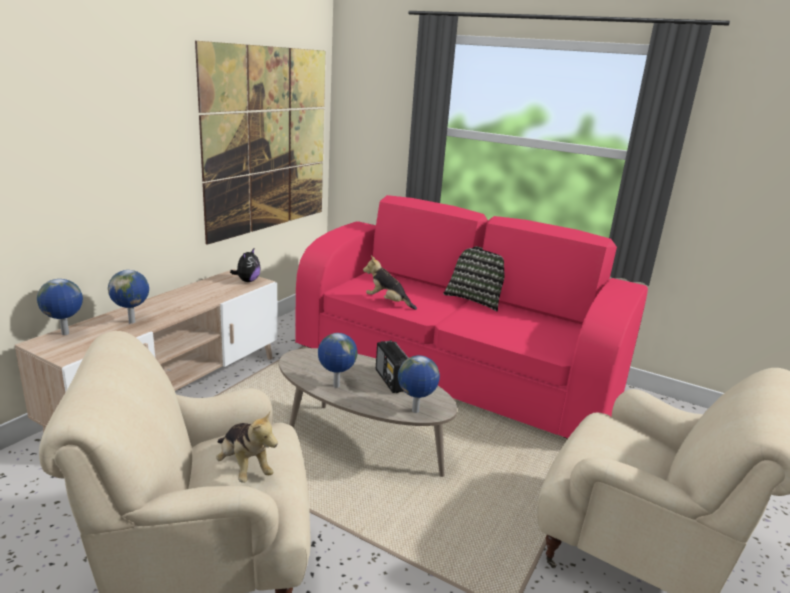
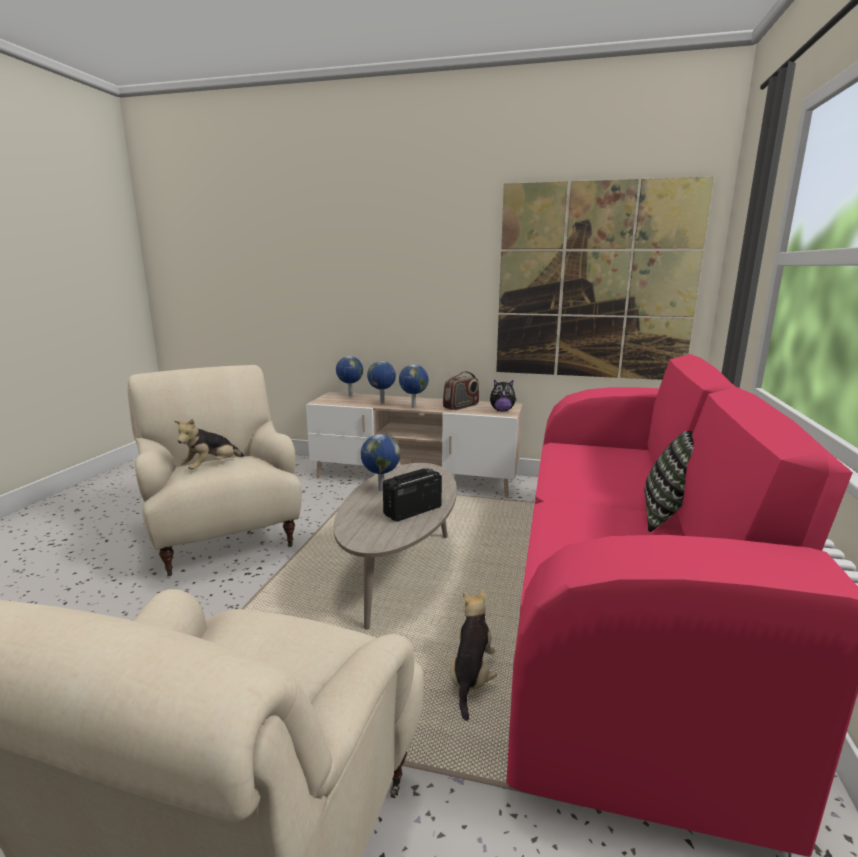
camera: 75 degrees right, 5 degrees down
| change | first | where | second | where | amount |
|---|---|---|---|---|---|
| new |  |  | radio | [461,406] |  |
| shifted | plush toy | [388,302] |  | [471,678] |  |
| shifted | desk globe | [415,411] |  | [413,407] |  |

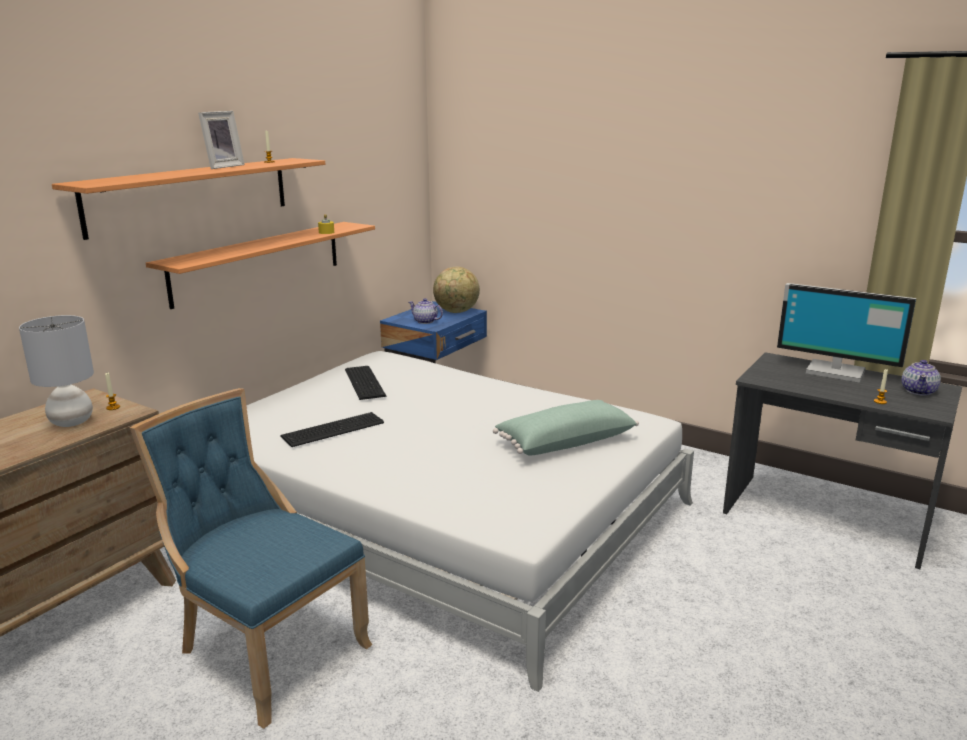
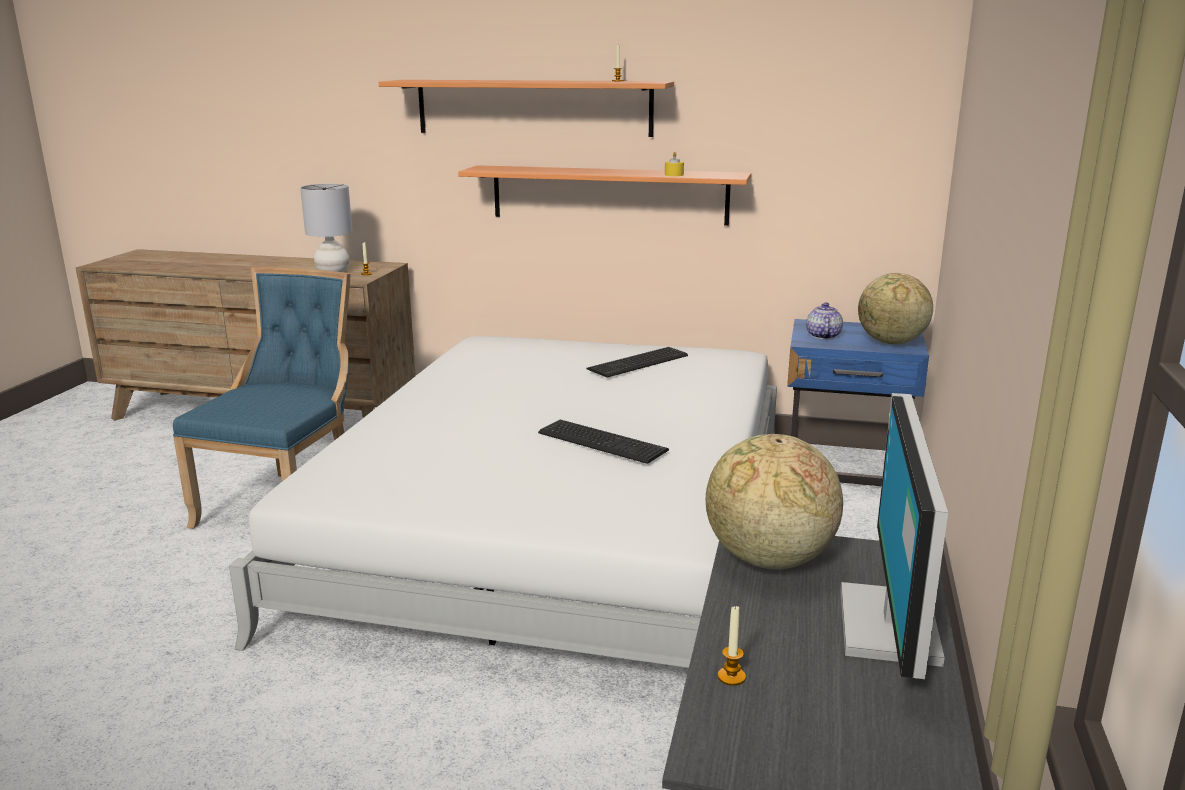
camera: 70 degrees right, 0 degrees up
| change | first | where | second | where | amount |
|---|---|---|---|---|---|
| gone | picture frame | [222,167] |  |  |  |
| gone | green pillow | [564,442] |  |  |  |
| gone | tea pot | [918,391] |  |  |  |
| new |  |  | desk globe | [768,560] |  |
| shifted | keyboard | [331,429] |  | [602,440] |  |

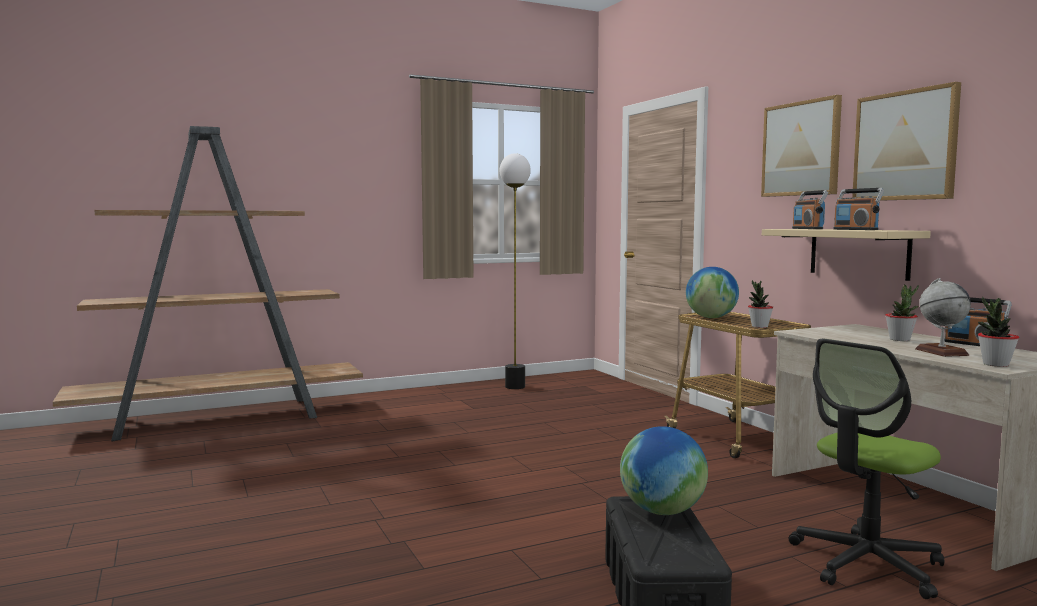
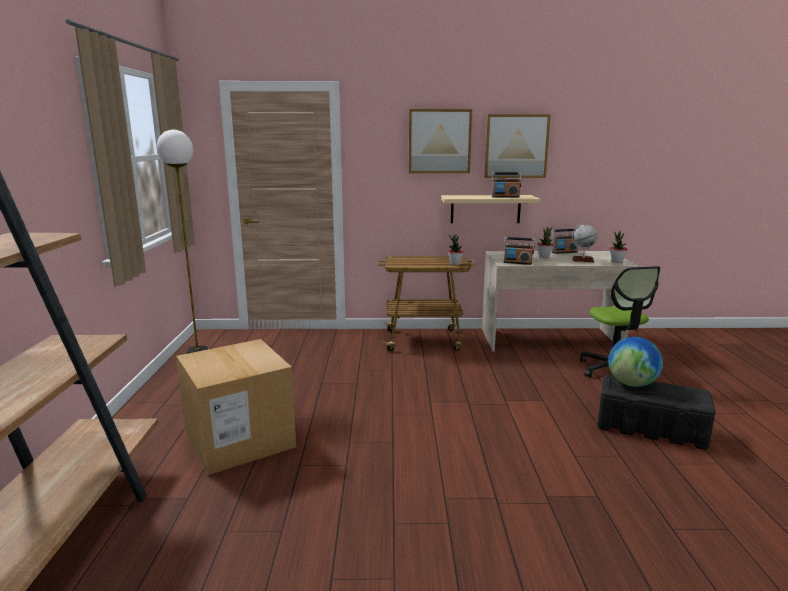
camera: 65 degrees left, 10 degrees up
| change | first | where | second | where | amount |
|---|---|---|---|---|---|
| gone | desk globe | [711,317] |  |  |  |
| new |  |  | carton | [239,439] |  |
| shifted | radio | [808,229] |  | [517,263] |  |

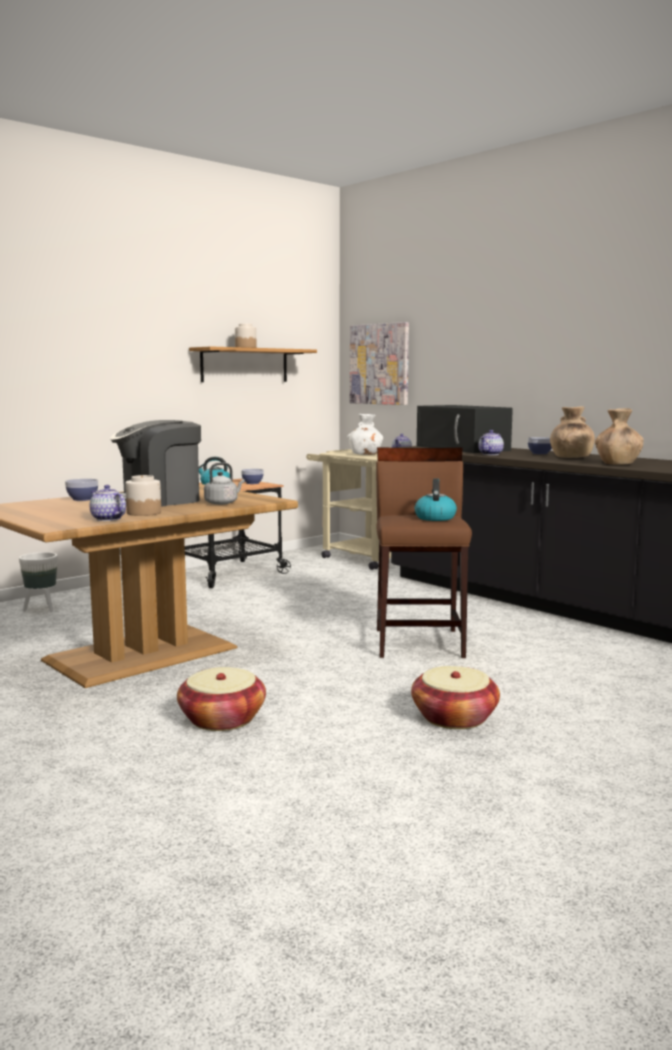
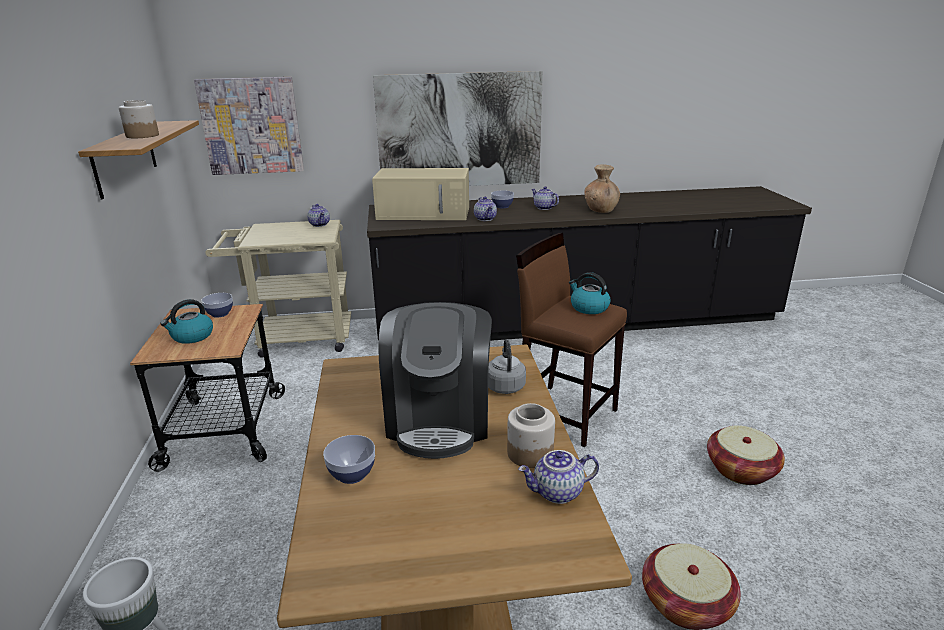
camera: 55 degrees left, 15 degrees up
| change | first | where | second | where | amount |
|---|---|---|---|---|---|
| gone | whitish decorative vase | [365,454] |  |  |  |
| new |  |  | picture | [459,131] |  |
| swapped | brownish decorative vase | [571,457] | tea pot | [543,208] |  |
| repainted | black-coloured microwave | [463,448] | beige-coloured microwave | [425,213] |  |

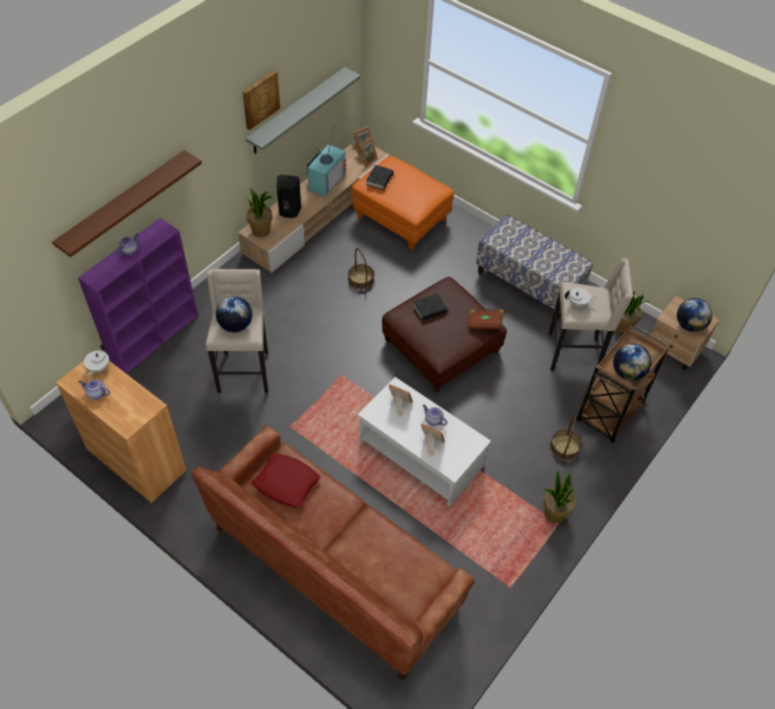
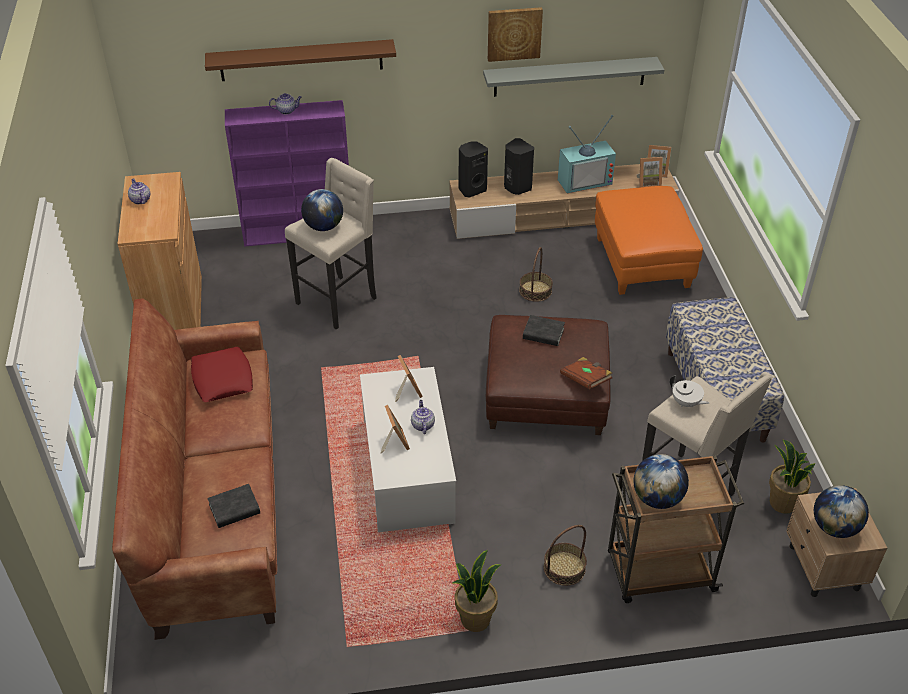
camera: 45 degrees right, 10 degrees down
| change | first | where | second | where | amount |
|---|---|---|---|---|---|
| gone | whitish tea pot | [98,368] |  |  |  |
| shifted | black-coloured volume | [379,179] |  | [234,509] |  |
| swapped | plant in a pot | [261,230] | black-coloured audio speaker | [471,189] |  |

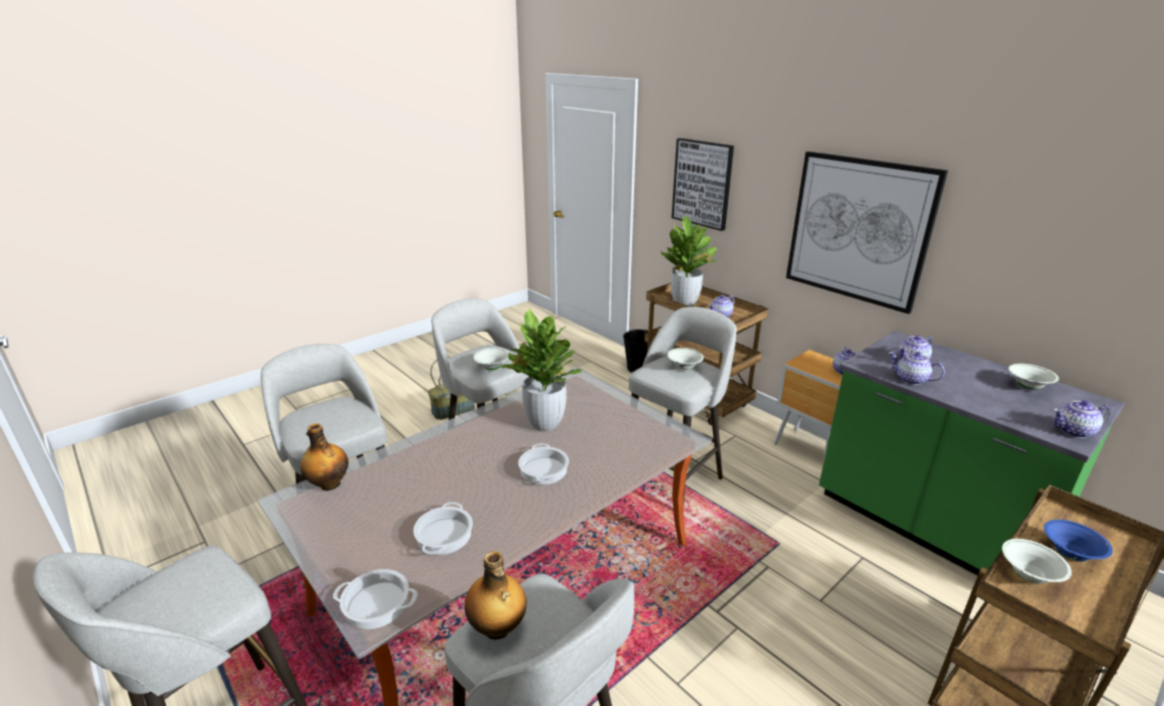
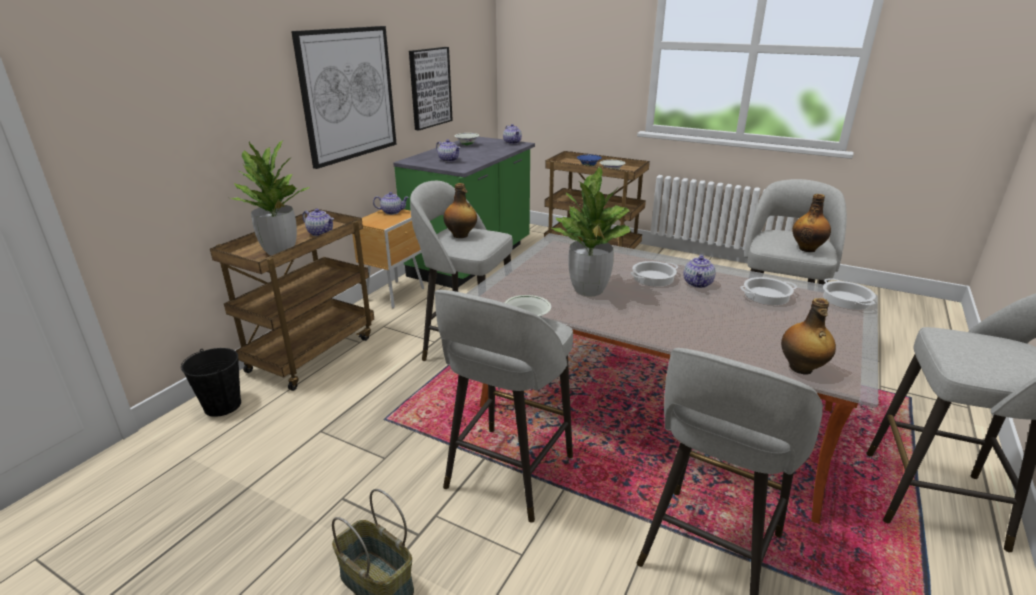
camera: 110 degrees left, 0 degrees up
| change | first | where | second | where | amount |
|---|---|---|---|---|---|
| shifted | picture | [702,183] |  | [430,87] |  |
| shifted | tea pot | [910,380] |  | [698,283] |  |
| swapped | whitish deep dish | [684,368] | drink bottle | [461,235] |  |

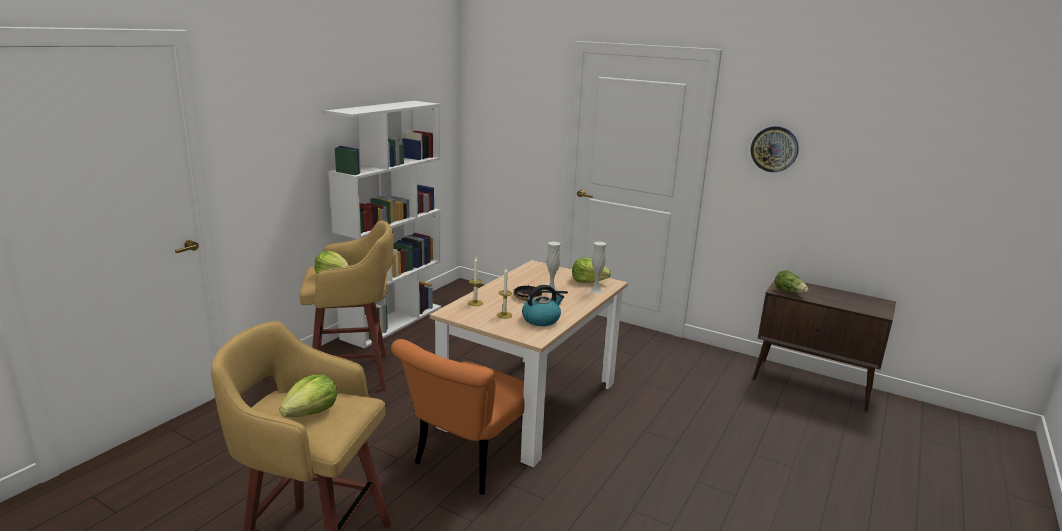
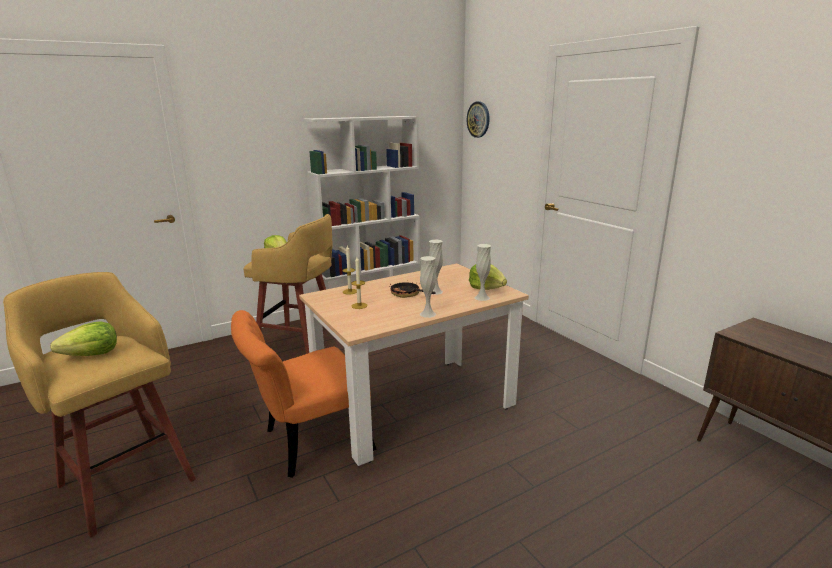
camera: 30 degrees right, 0 degrees up
| change | first | where | second | where | amount |
|---|---|---|---|---|---|
| gone | tea kettle | [541,319] |  |  |  |
| gone | lettuce | [789,292] |  |  |  |
| new |  |  | whitish decorative vase | [428,314] |  |
| shifted | clock on the wall | [774,149] |  | [478,119] |  |

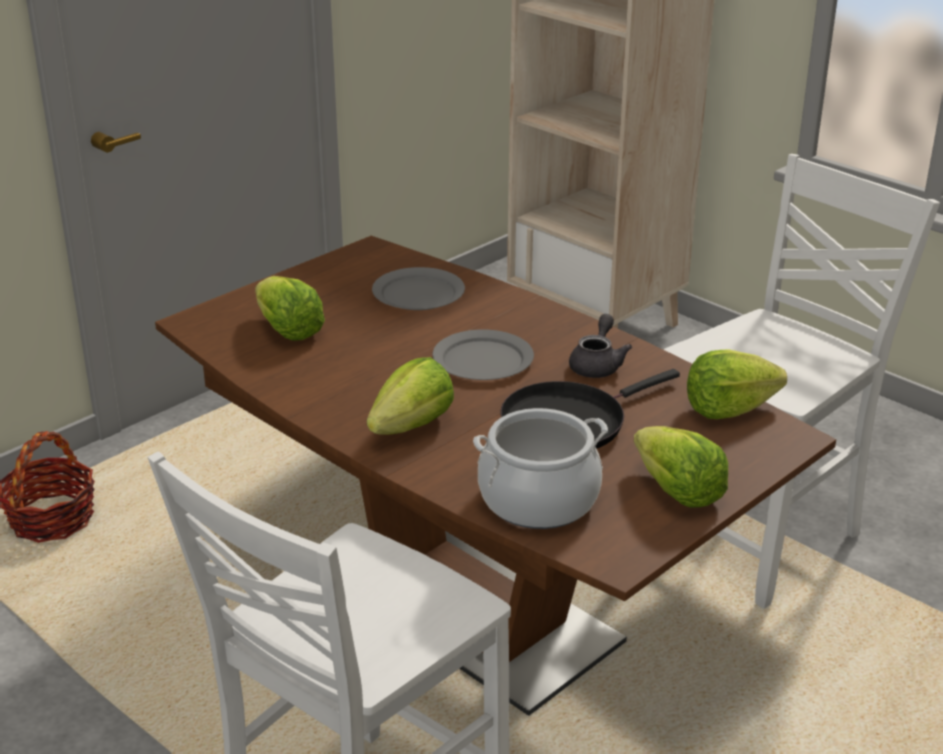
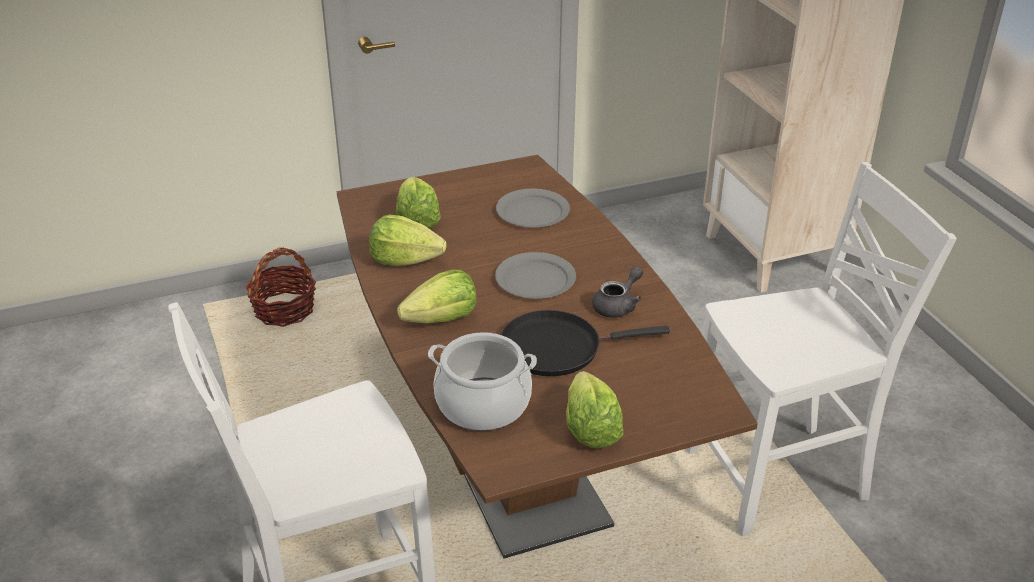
camera: 25 degrees right, 5 degrees up
| change | first | where | second | where | amount |
|---|---|---|---|---|---|
| shifted | lettuce | [728,409] |  | [404,260] |  |

